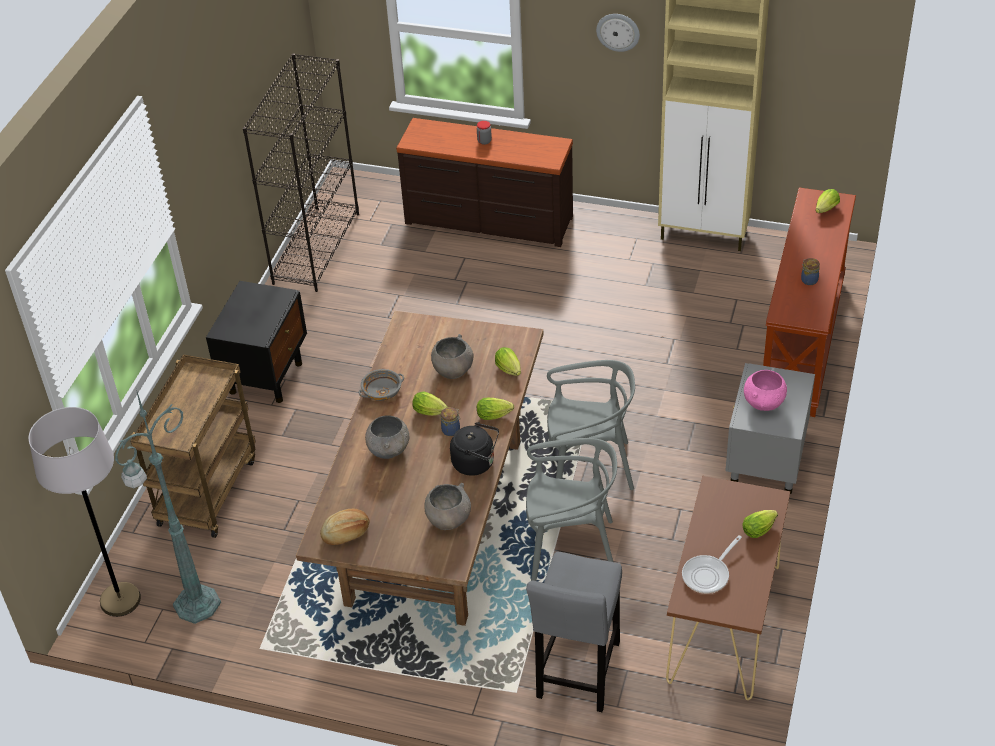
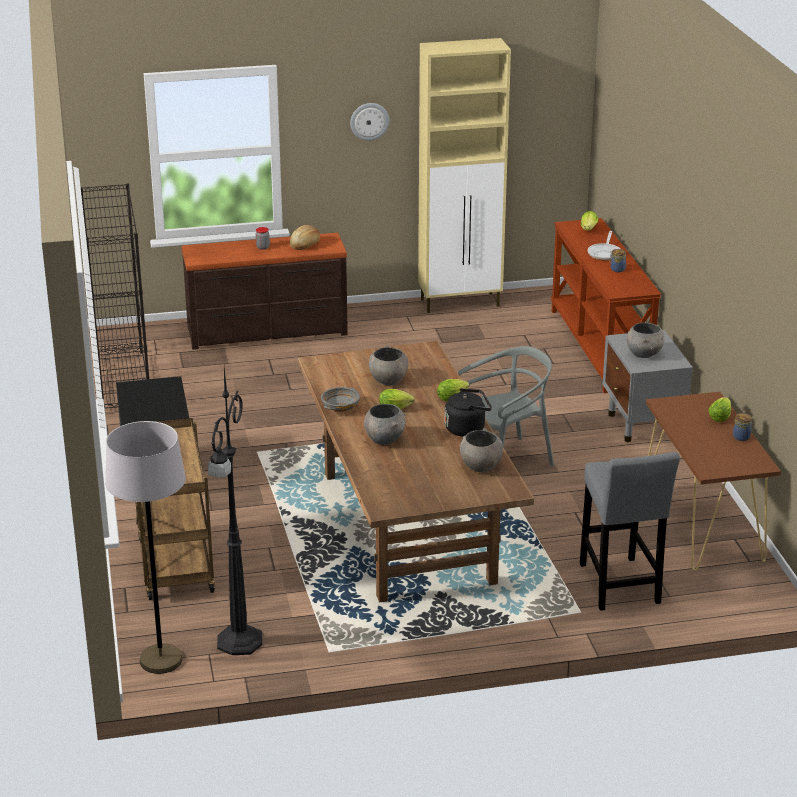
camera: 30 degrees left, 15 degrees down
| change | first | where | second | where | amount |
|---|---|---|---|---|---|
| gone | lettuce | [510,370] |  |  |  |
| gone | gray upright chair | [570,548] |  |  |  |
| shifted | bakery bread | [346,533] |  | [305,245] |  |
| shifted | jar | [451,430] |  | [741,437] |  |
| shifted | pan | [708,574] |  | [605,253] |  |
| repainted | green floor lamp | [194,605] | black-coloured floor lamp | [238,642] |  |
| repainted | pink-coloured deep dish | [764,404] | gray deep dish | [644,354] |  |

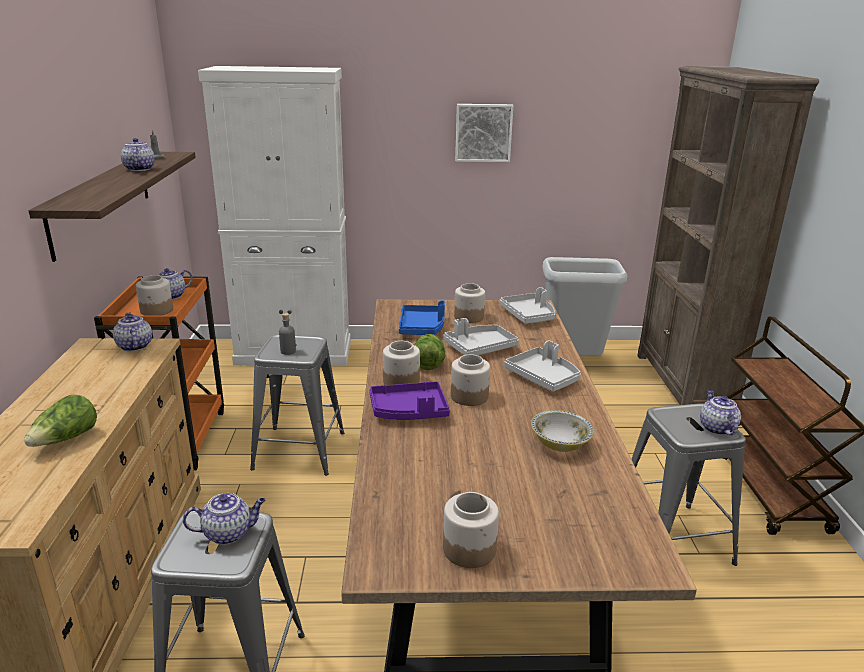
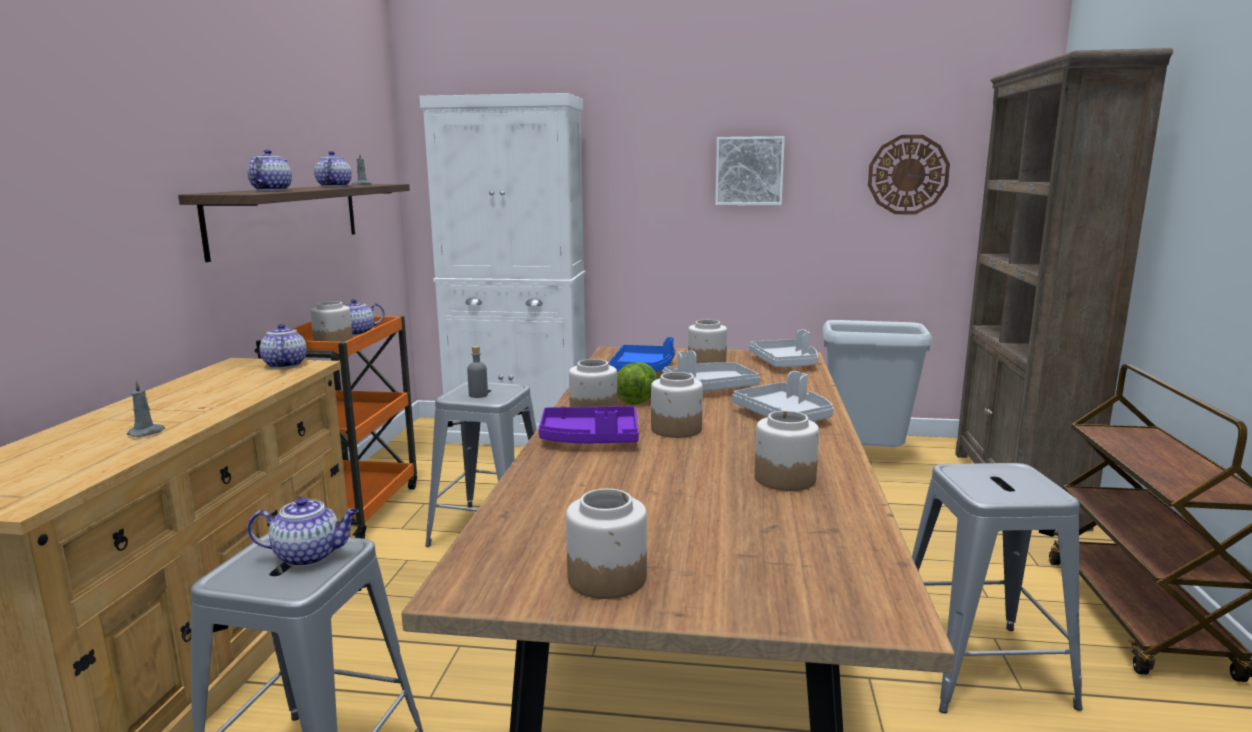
camera: 10 degrees right, 10 degrees down
| change | first | where | second | where | amount |
|---|---|---|---|---|---|
| new |  |  | clock on the wall | [908,175] |  |
| shifted | tea pot | [716,428] |  | [271,190] |  |
| swapped | lettuce | [66,439] | gray candle | [147,432] |  |
| swapped | deep dish | [560,444] | jar | [784,479] |  |

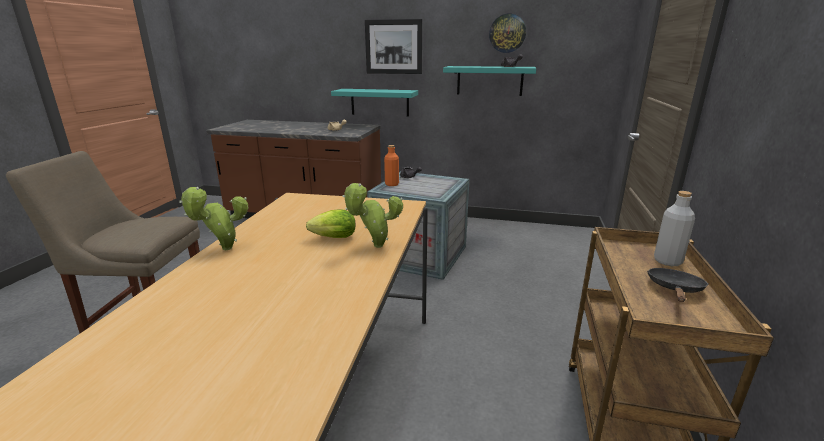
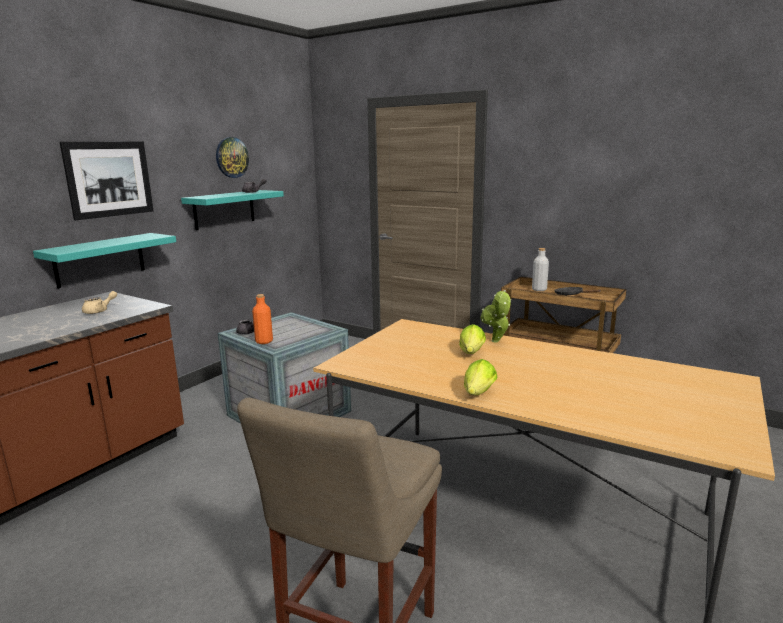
camera: 70 degrees left, 5 degrees down
| change | first | where | second | where | amount |
|---|---|---|---|---|---|
| swapped | plant in a pot | [223,249] | lettuce | [477,394] |  |

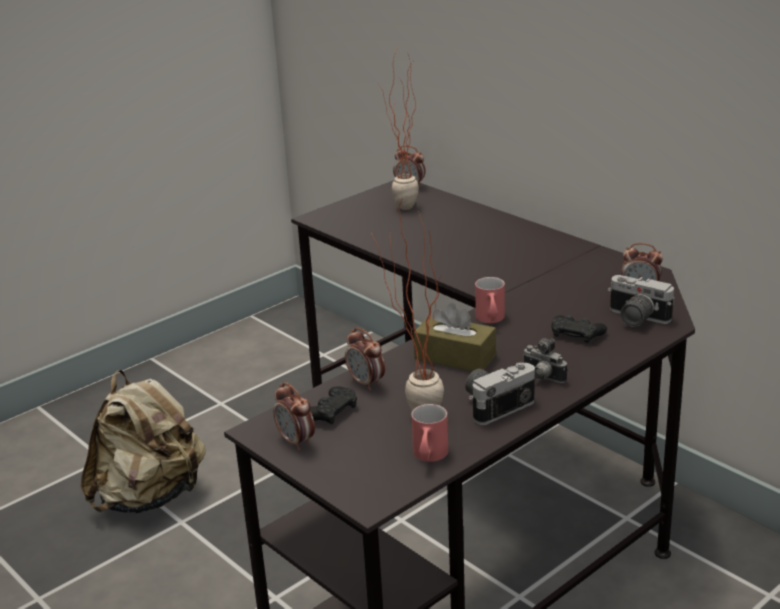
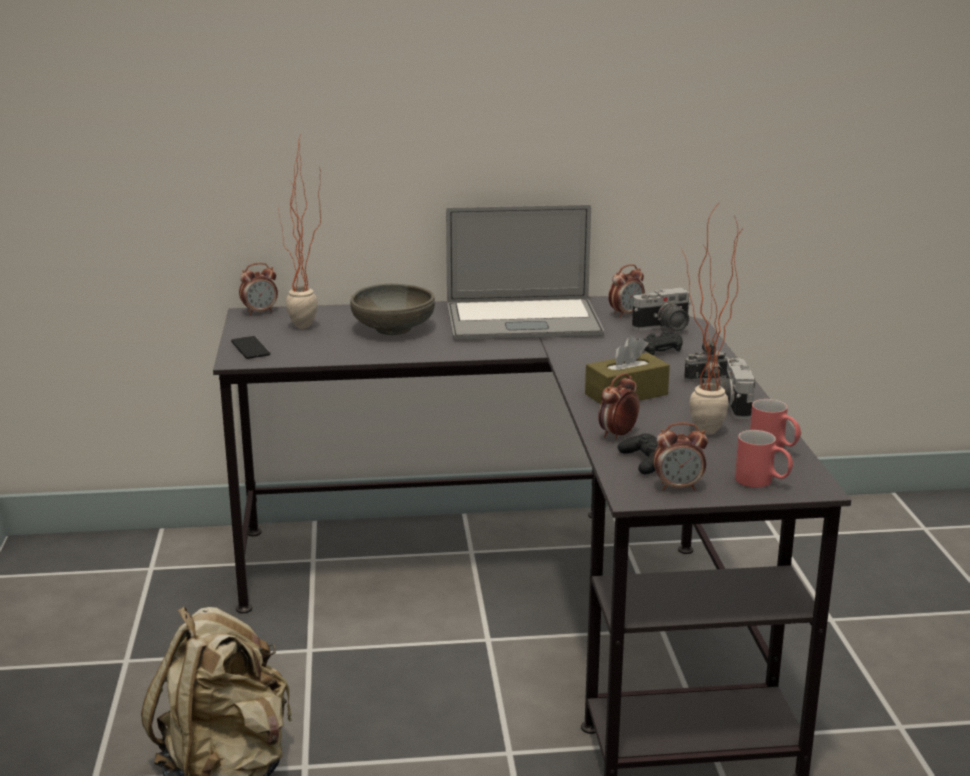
camera: 55 degrees left, 5 degrees down
| change | first | where | second | where | amount |
|---|---|---|---|---|---|
| new |  |  | phone | [250,348] |  |
| new |  |  | gray deep dish | [393,329] |  |
| new |  |  | notebook computer | [523,321] |  |
| shifted | red tea mug | [491,320] |  | [762,482] |  |
| rotated | alarm clock | [366,383] |  | [617,435] | 135 degrees clockwise |

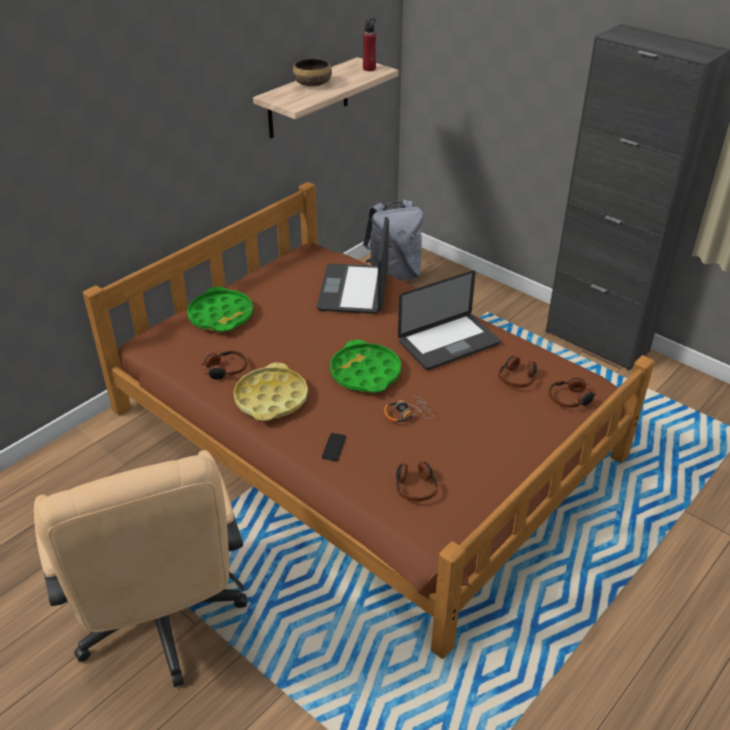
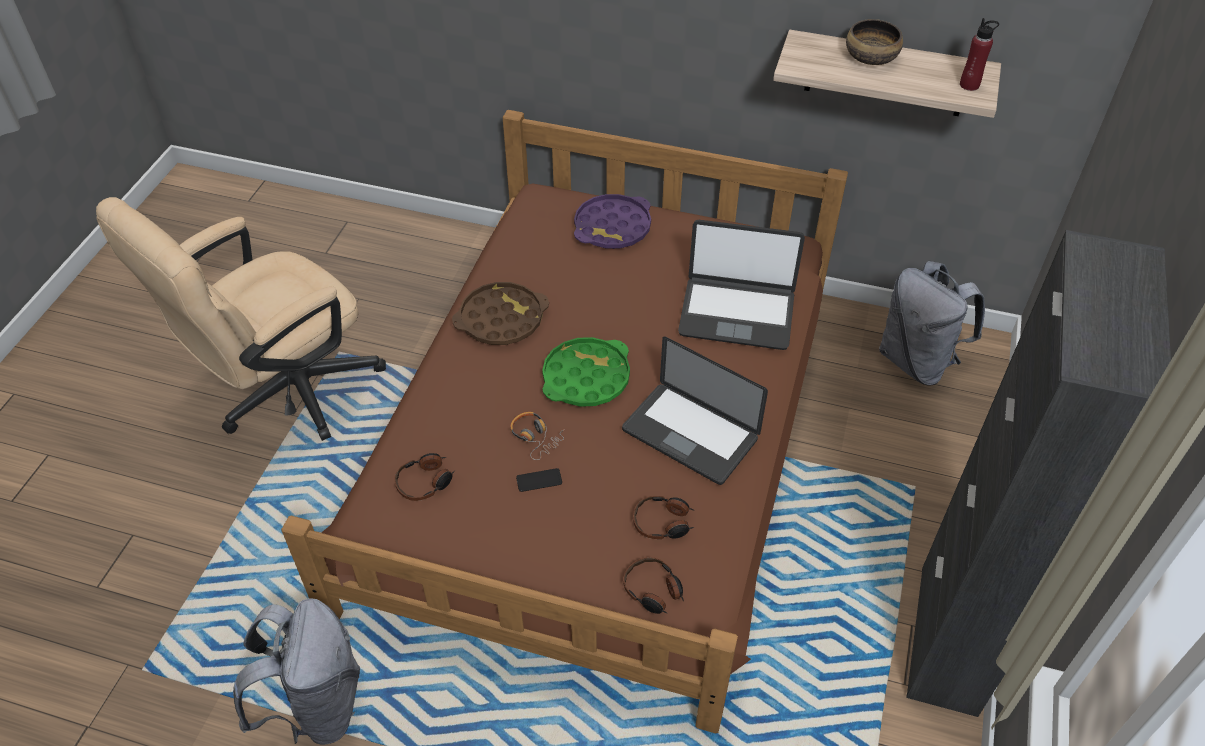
camera: 65 degrees right, 10 degrees up
| change | first | where | second | where | amount |
|---|---|---|---|---|---|
| gone | pair of headphones | [225,369] |  |  |  |
| new |  |  | gray rucksack | [316,705] |  |
| shifted | phone | [334,447] |  | [539,480] |  |
| repainted | green serving tray | [221,316] | purple serving tray | [612,227] |  |
| repainted | yellow serving tray | [271,398] | brownish serving tray | [501,319] |  |
| rotated | notebook computer | [354,290] |  | [737,313] | 150 degrees counterclockwise |

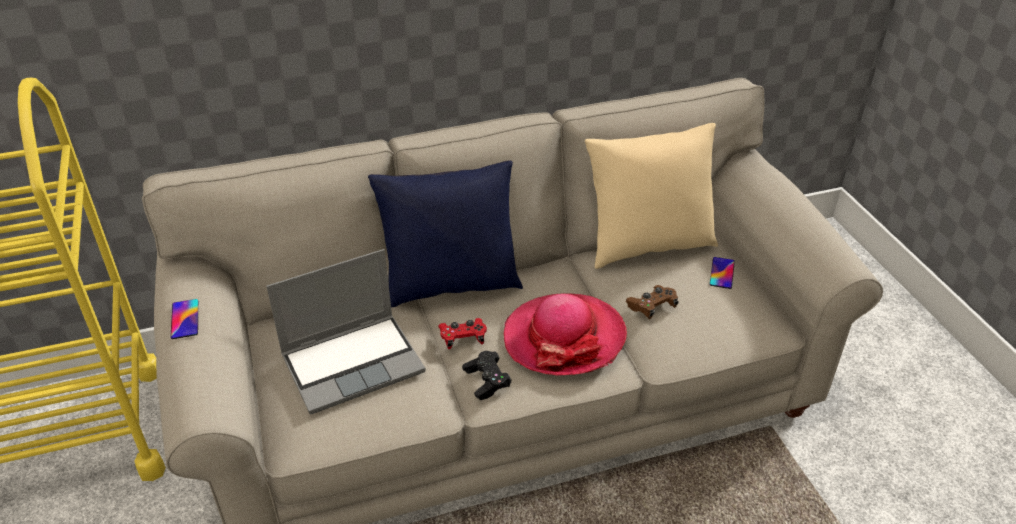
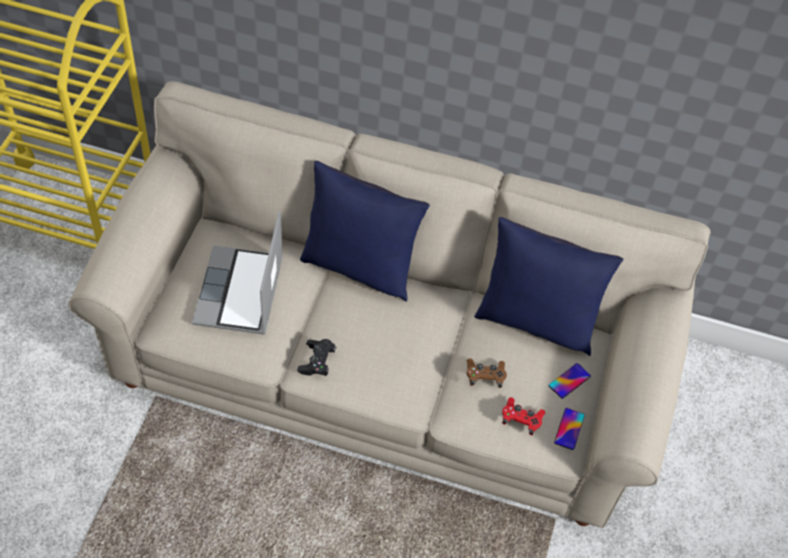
camera: 30 degrees right, 15 degrees up
| change | first | where | second | where | amount |
|---|---|---|---|---|---|
| gone | clothing hat | [564,337] |  |  |  |
| shifted | phone | [185,319] |  | [569,429] |  |
| shifted | red joypad | [463,338] |  | [521,420] |  |
| repainted | beige-coloured pillow | [647,246] | blue pillow | [535,321] |  |
| rotated | notebook computer | [354,363] |  | [240,293] | 90 degrees clockwise |

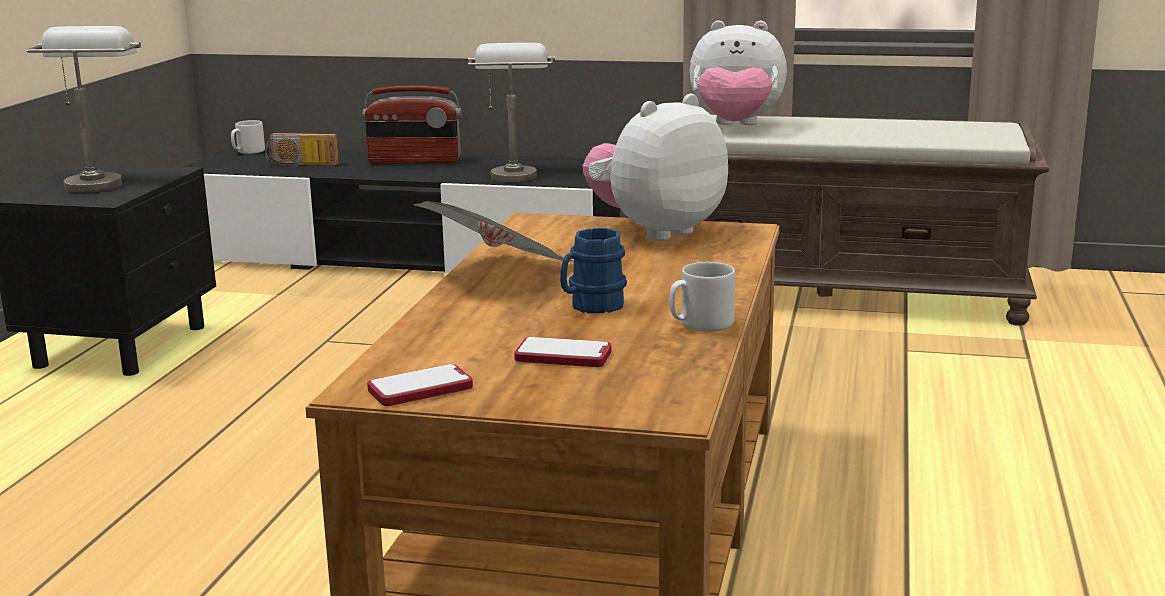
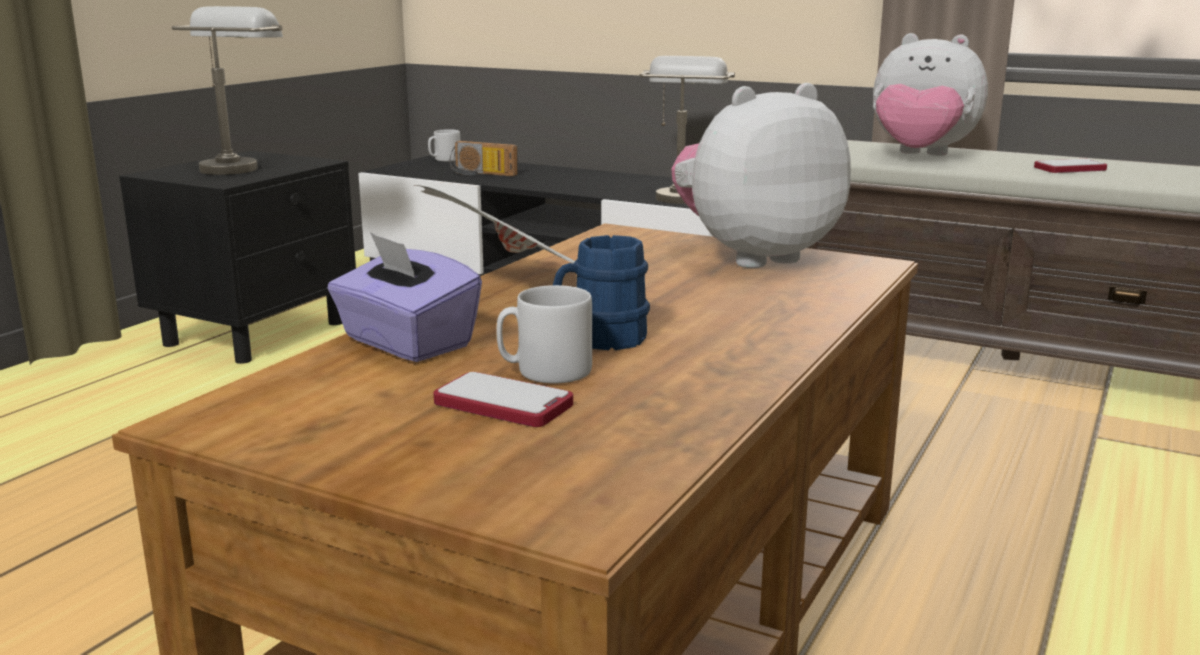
camera: 15 degrees right, 0 degrees up
| change | first | where | second | where | amount |
|---|---|---|---|---|---|
| gone | radio | [414,161] |  |  |  |
| new |  |  | purple tissue box | [406,343] |  |
| shifted | phone | [420,388] |  | [1069,168] |  |
| shifted | gray tea mug | [700,324] |  | [545,371] |  |

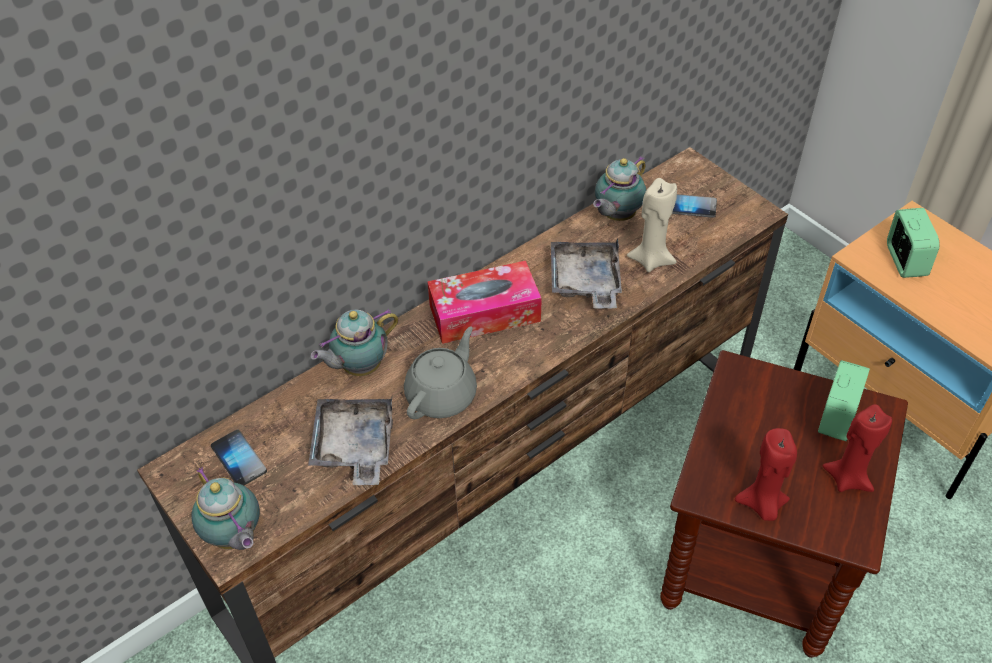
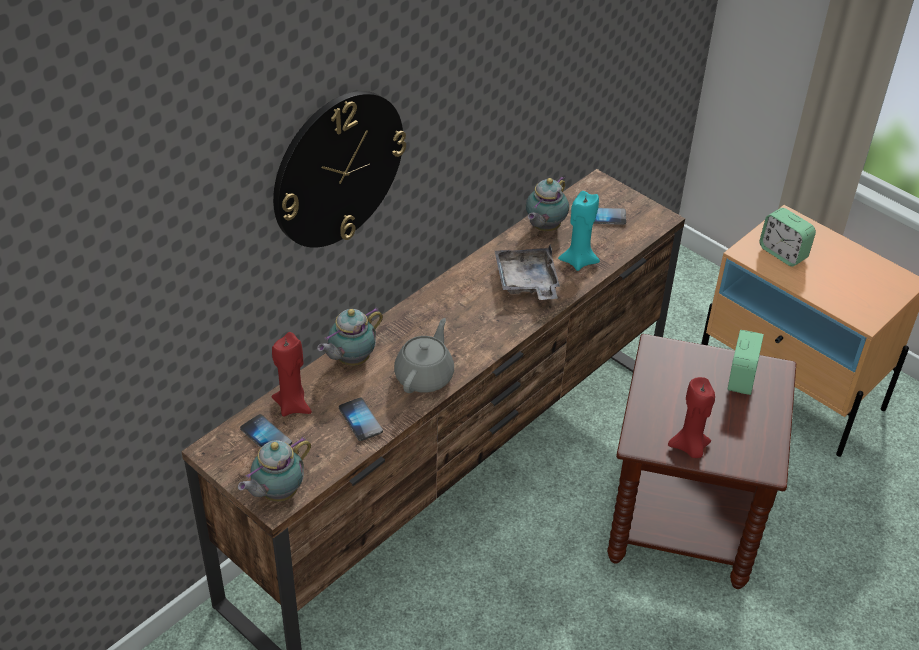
camera: 10 degrees left, 5 degrees down
| change | first | where | second | where | amount |
|---|---|---|---|---|---|
| gone | tissue box | [484,313] |  |  |  |
| new |  |  | clock on the wall | [337,169] |  |
| shifted | red candle | [847,478] |  | [293,405] |  |
| swapped | gray serving tray | [354,447] | phone | [360,420] |  |
| repainted | beige-coloured candle | [651,260] | blue-green candle | [578,261] |  |
| rotated | tea pot | [235,537] |  | [277,493] | 90 degrees clockwise |
| rotated | alarm clock | [905,261] |  | [783,253] | 150 degrees clockwise |

